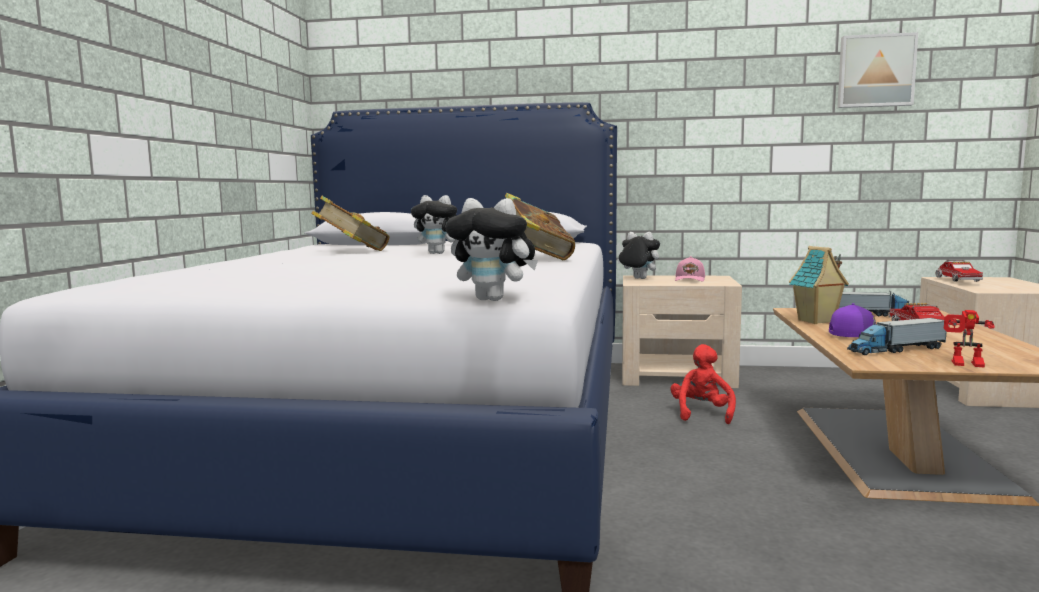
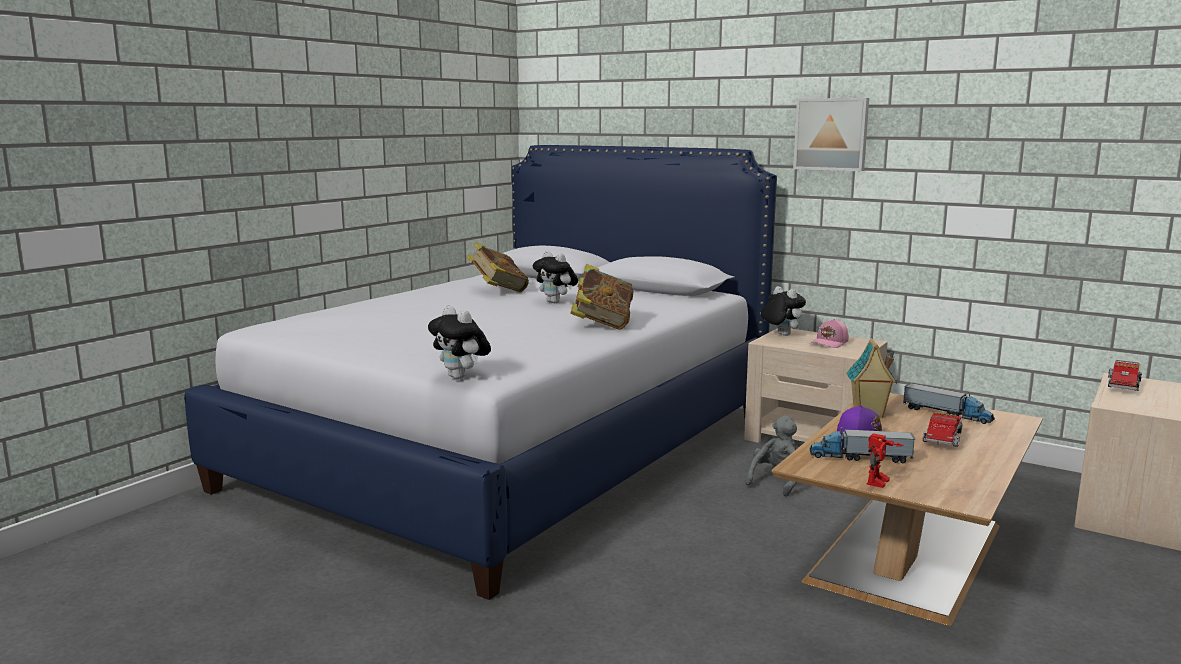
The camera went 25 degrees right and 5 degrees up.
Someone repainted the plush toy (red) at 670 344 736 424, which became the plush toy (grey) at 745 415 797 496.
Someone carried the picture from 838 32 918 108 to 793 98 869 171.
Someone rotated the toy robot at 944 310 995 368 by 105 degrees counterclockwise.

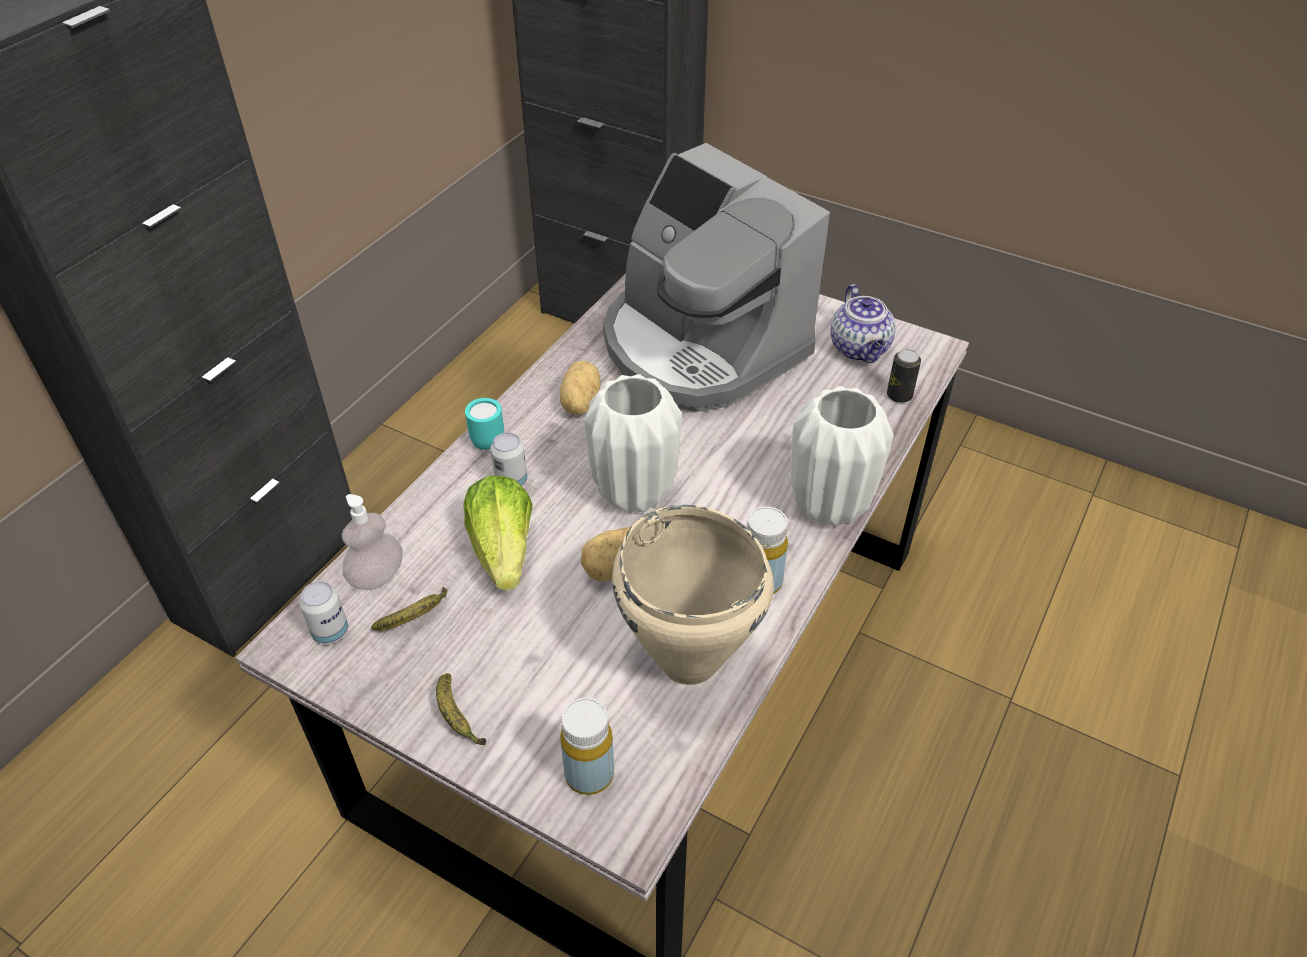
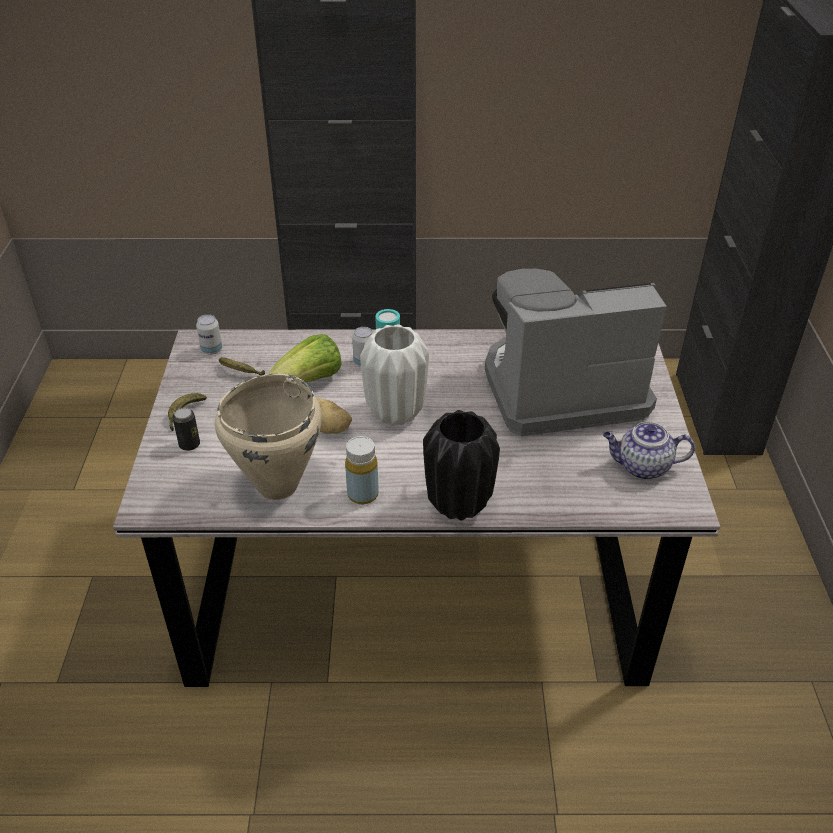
The camera went 60 degrees right and 5 degrees down.
Someone carried the can from 887 349 921 403 to 172 408 200 451.
Someone repainted the vase (white) at 791 386 894 527, which became the vase (black) at 423 410 500 521.
Someone rotated the coffee machine at 603 143 830 412 by 60 degrees clockwise.
Someone rotated the teapot at 830 284 896 363 by 45 degrees clockwise.
Someone took away the soap dispenser at 342 494 403 590.
Someone took away the potato at 560 361 600 415.
Someone took away the bottle (yellow) at 560 698 614 795.

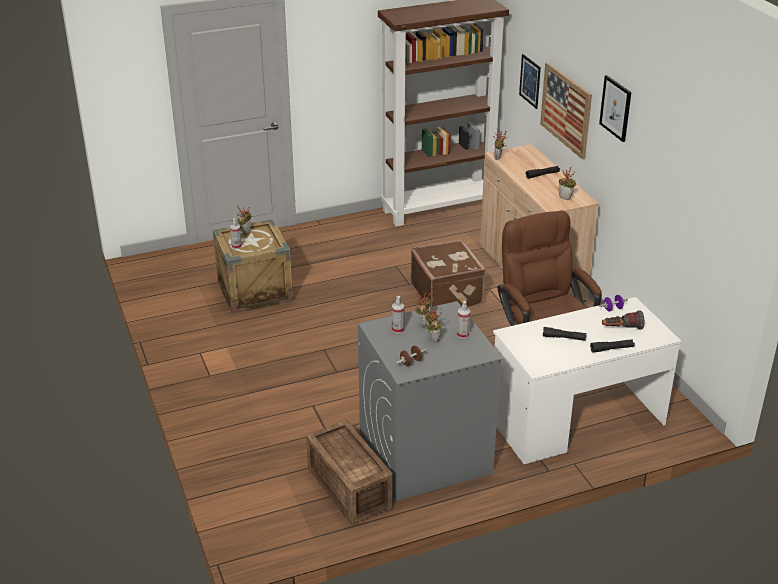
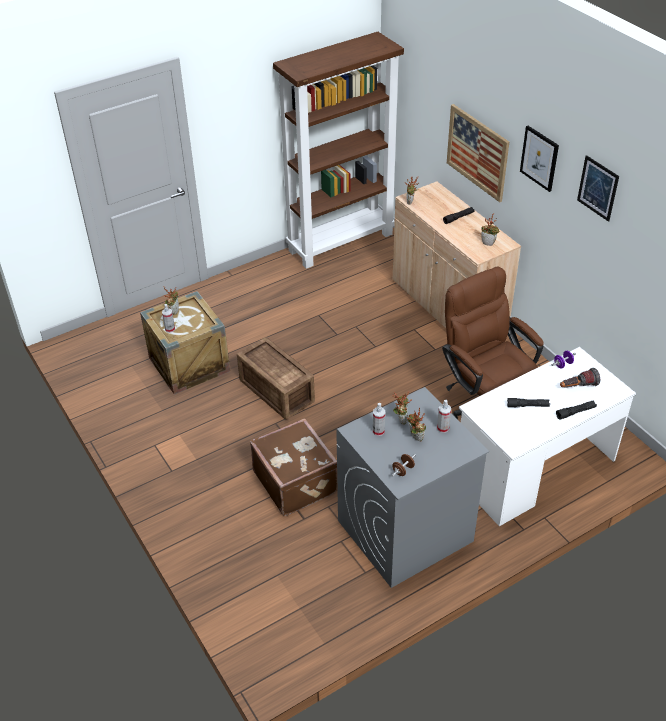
The camera went 10 degrees left and 10 degrees up.
Someone carried the crate from 306 420 393 525 to 237 337 315 420.
Someone carried the suitcase (brown) from 411 239 486 308 to 250 418 337 516.
Someone carried the picture from 519 54 541 109 to 577 155 619 222.

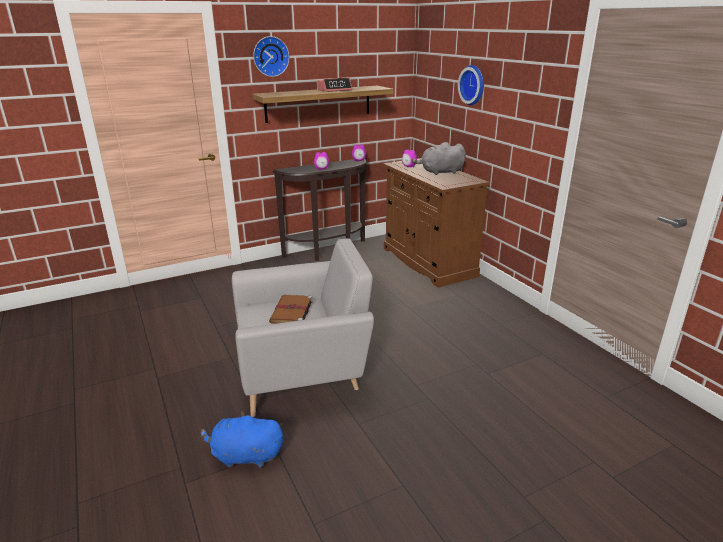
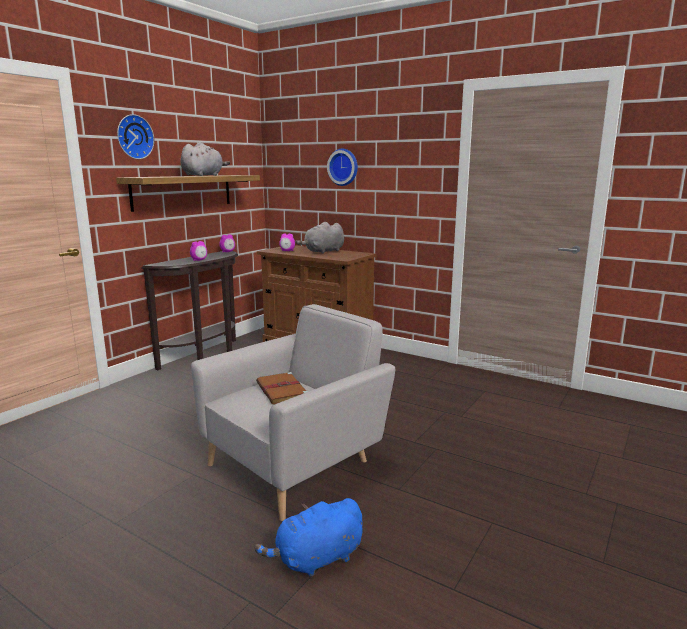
The camera went 30 degrees left and 10 degrees down.
Someone swapped the alarm clock at 317 78 352 92 for the plush toy (grey) at 180 142 230 176.

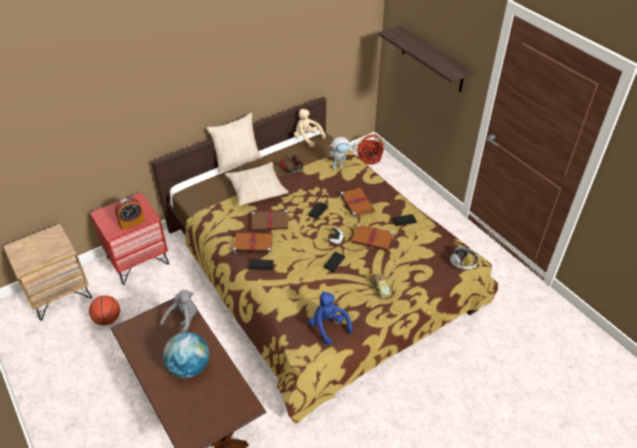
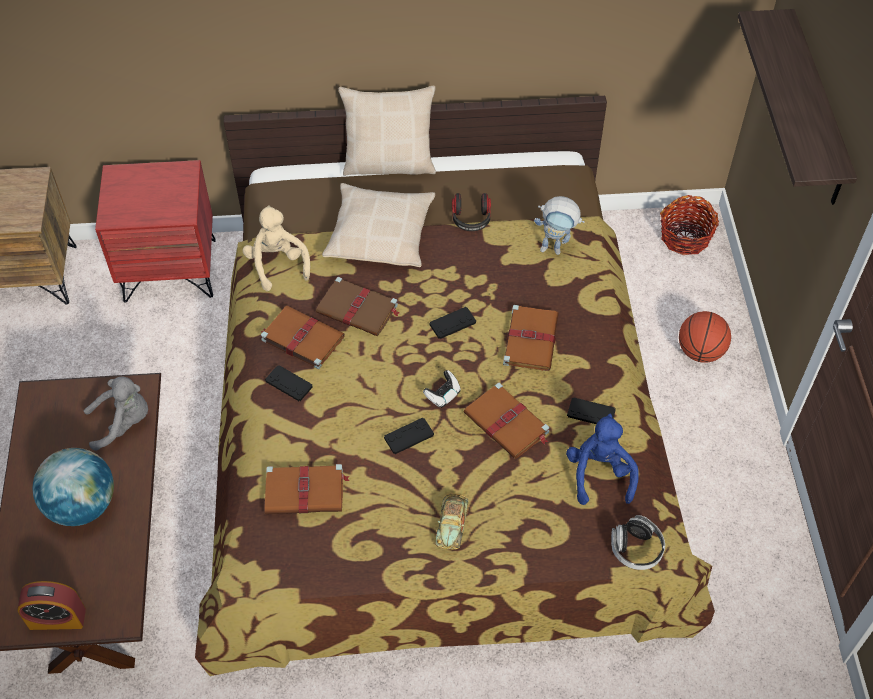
The camera went 30 degrees right and 10 degrees up.
Someone carried the alarm clock from 115 197 145 230 to 17 581 86 630.
Someone carried the plush toy (beige) from 294 109 326 147 to 243 205 310 291.
Someone put down the book (brown) at 264 464 350 514.
Someone carried the plush toy (blue) from 308 291 352 345 to 566 414 639 505.
Someone carried the basketball from 89 295 120 325 to 679 311 731 363.

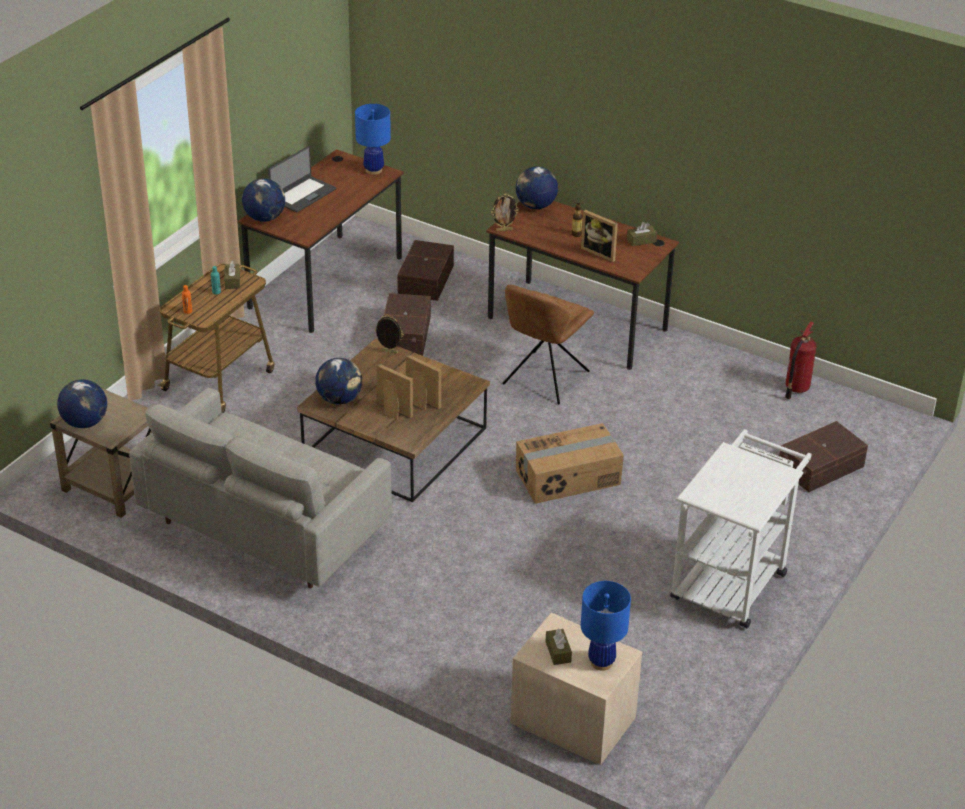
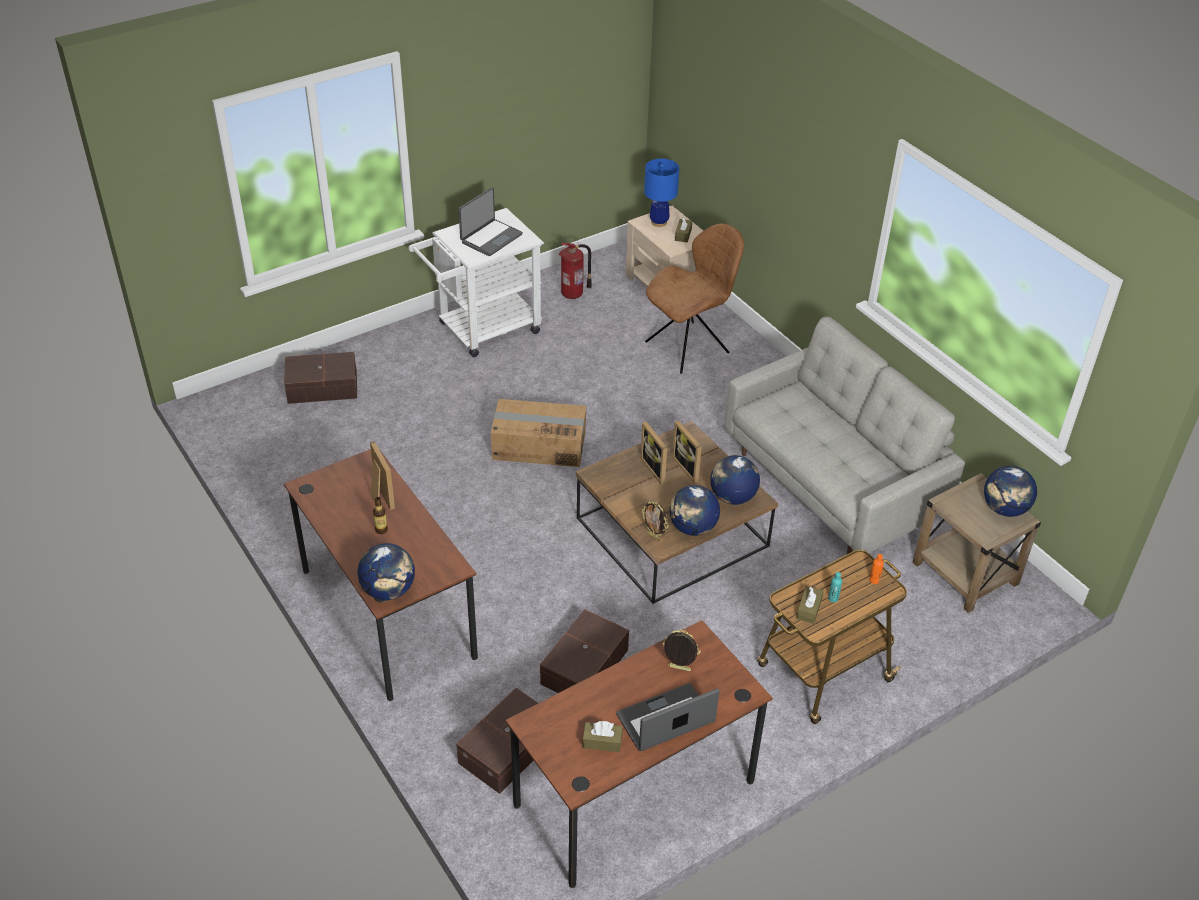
The camera went 155 degrees left and 5 degrees up.
Someone put down the laptop at 458 187 523 256.
Someone carried the fire extinguisher from 785 321 817 399 to 558 243 592 299.
Someone carried the tissue box (brown) from 627 222 657 246 to 583 721 623 752.
Someone carried the chair (brown) from 502 285 594 405 to 645 224 744 374.
Someone carried the picture frame from 491 194 519 231 to 662 629 701 671.
Someone carried the globe from 242 178 285 222 to 669 485 720 536.
Someone took away the table lamp (blue) at 355 104 391 175.

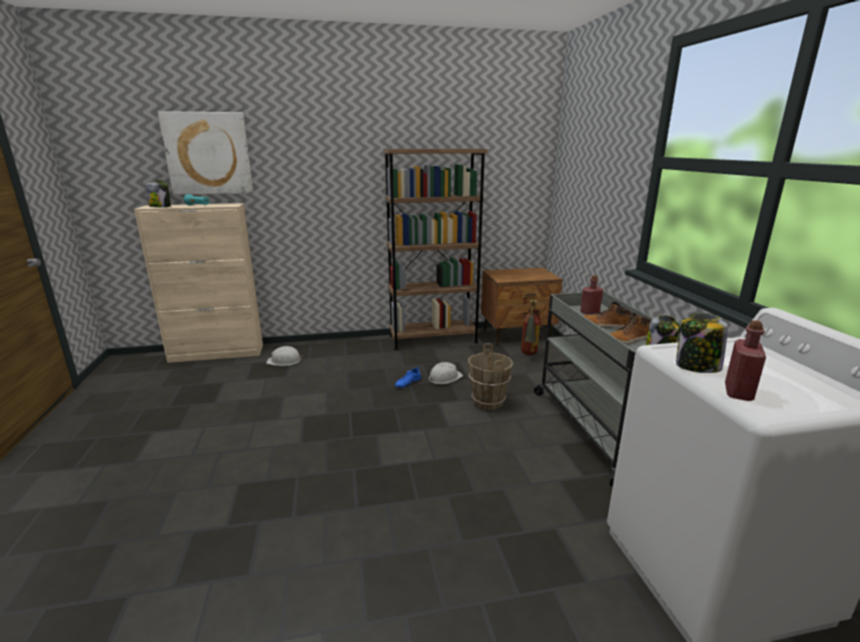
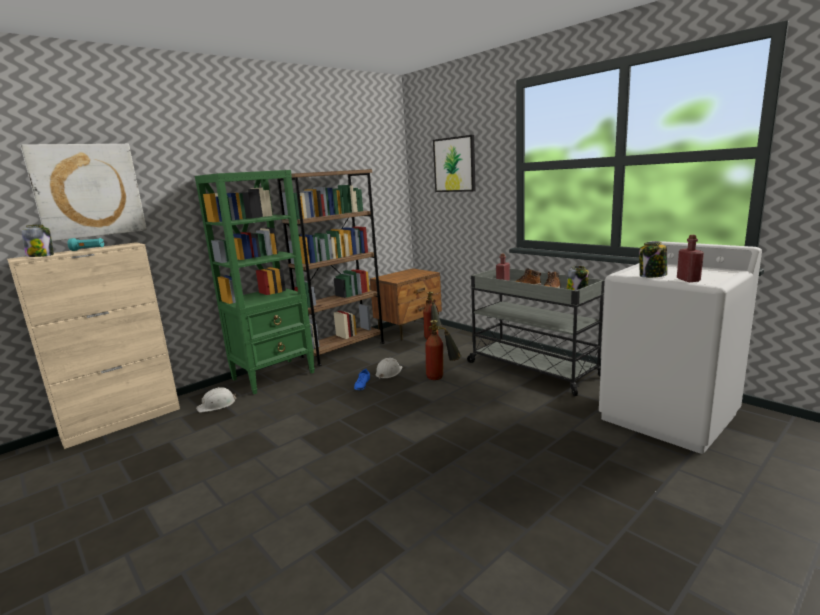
The camera went 30 degrees left and 5 degrees down.
Someone put down the bookcase (green) at 195 170 315 394.
Someone swapped the bucket (brown) at 468 343 513 410 for the fire extinguisher at 425 320 462 380.
Someone put up the picture at 433 135 476 192.

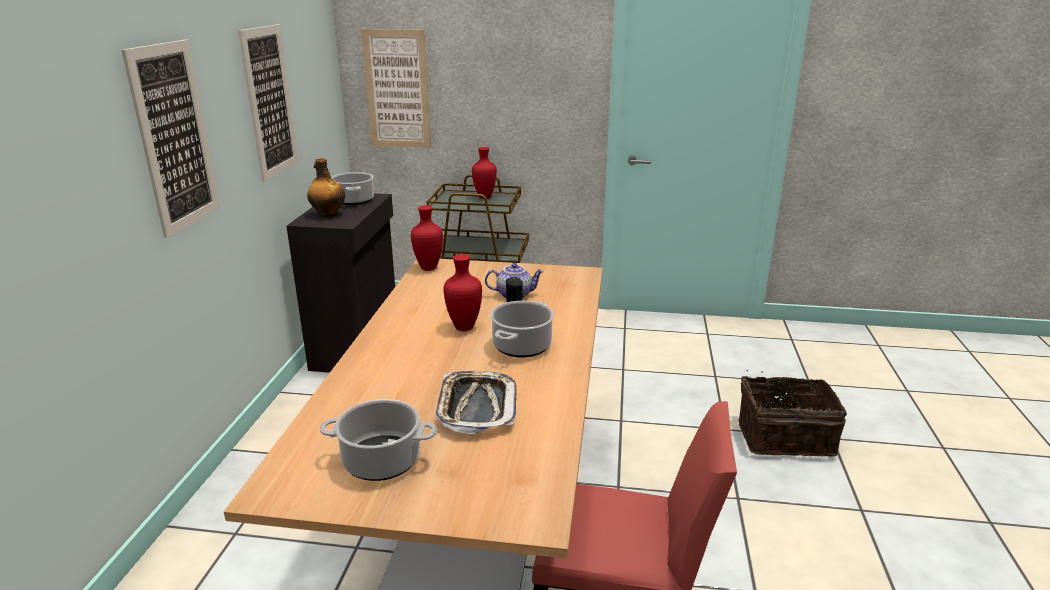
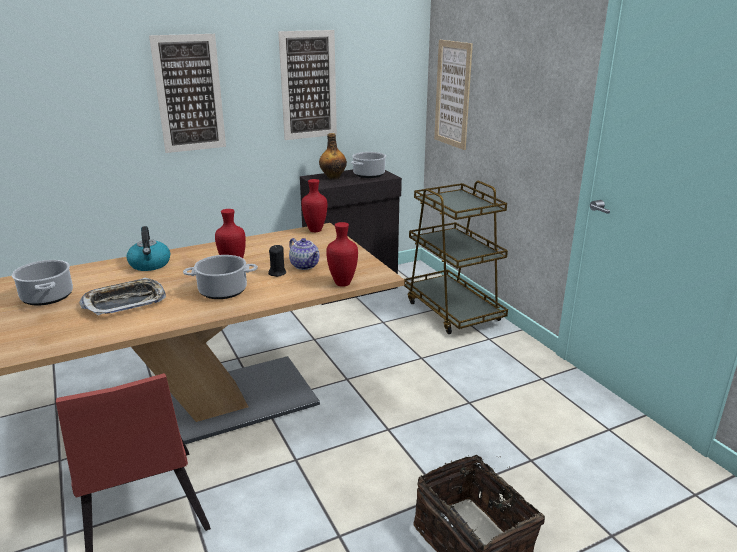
The camera went 55 degrees right and 0 degrees up.
Someone put down the kettle at 126 226 170 271.
Someone carried the vase (red) from 472 147 497 199 to 326 222 358 287.

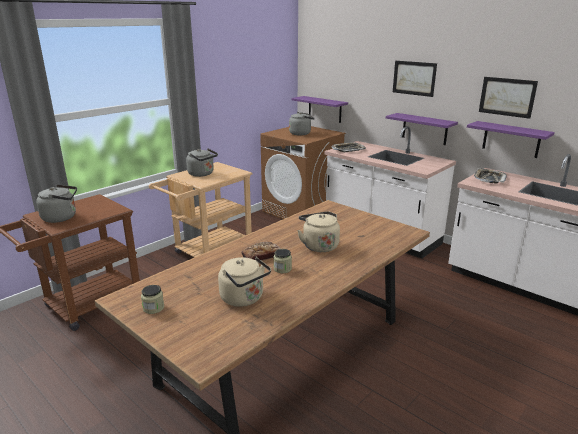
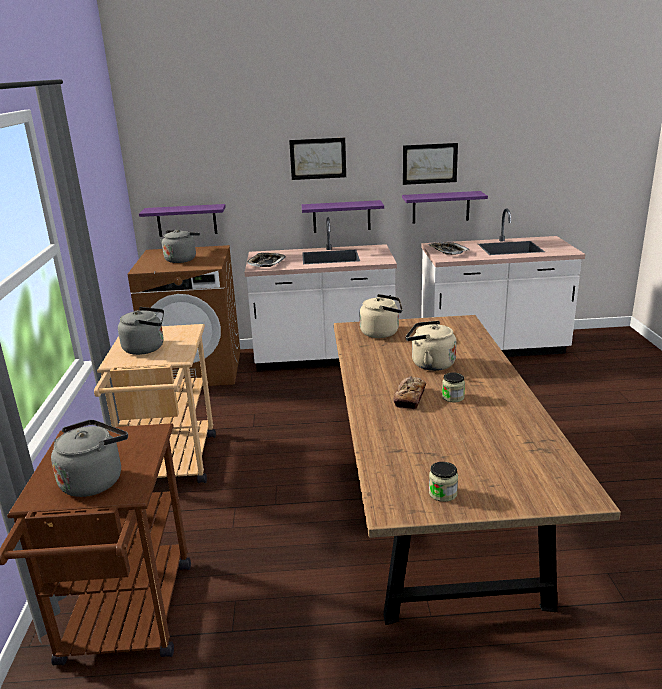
The camera went 45 degrees left and 0 degrees up.
Someone carried the kettle (beige) from 218 256 271 307 to 360 294 403 338.

